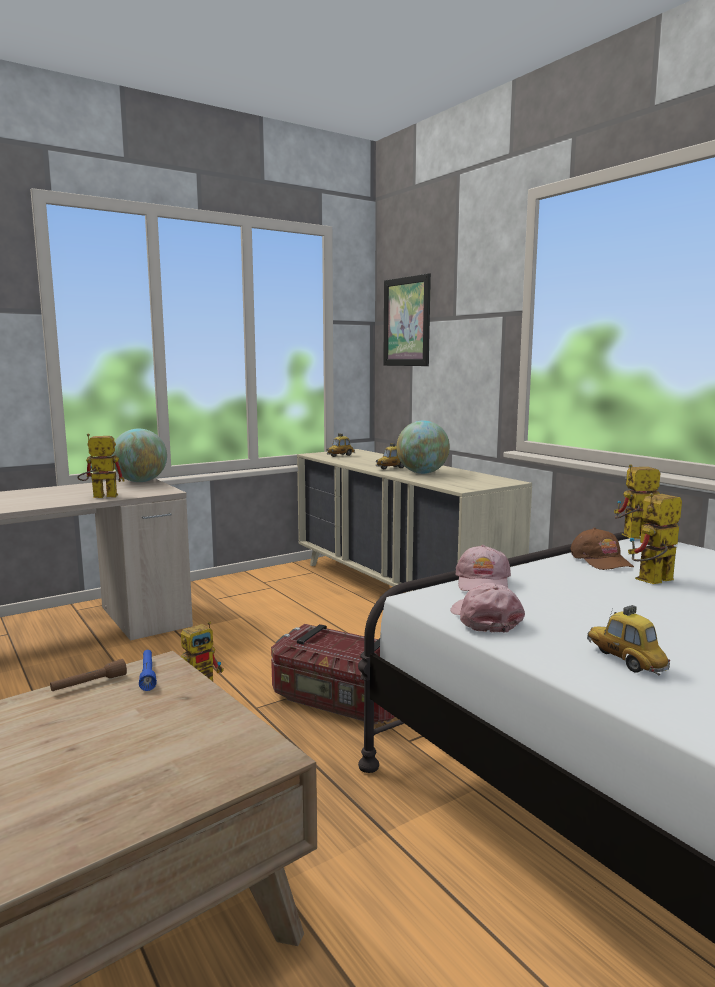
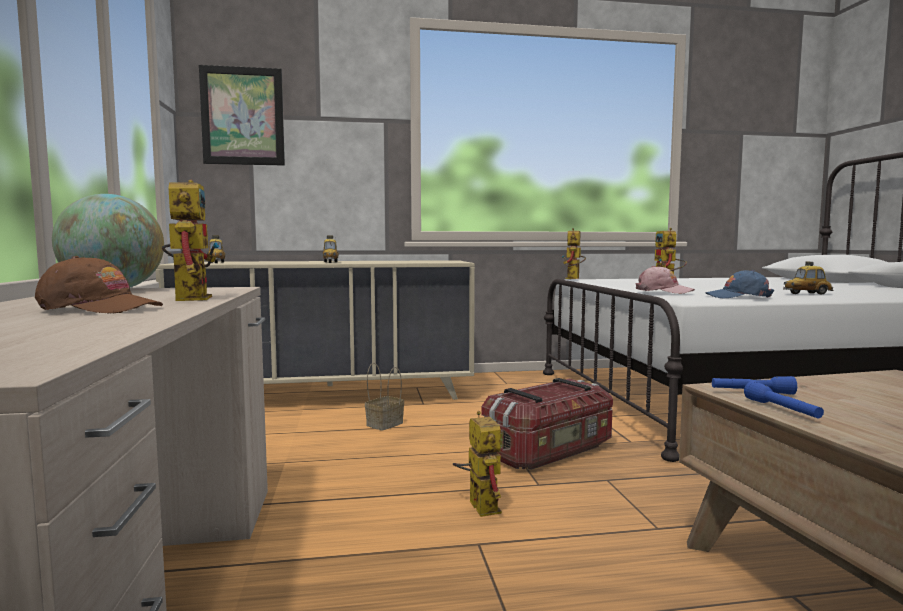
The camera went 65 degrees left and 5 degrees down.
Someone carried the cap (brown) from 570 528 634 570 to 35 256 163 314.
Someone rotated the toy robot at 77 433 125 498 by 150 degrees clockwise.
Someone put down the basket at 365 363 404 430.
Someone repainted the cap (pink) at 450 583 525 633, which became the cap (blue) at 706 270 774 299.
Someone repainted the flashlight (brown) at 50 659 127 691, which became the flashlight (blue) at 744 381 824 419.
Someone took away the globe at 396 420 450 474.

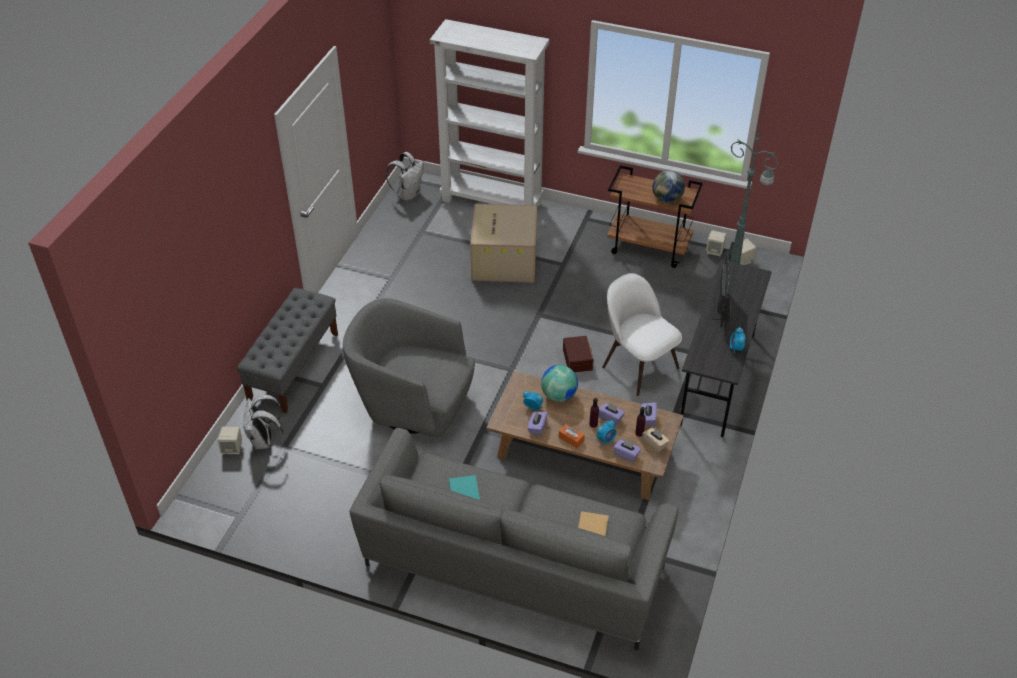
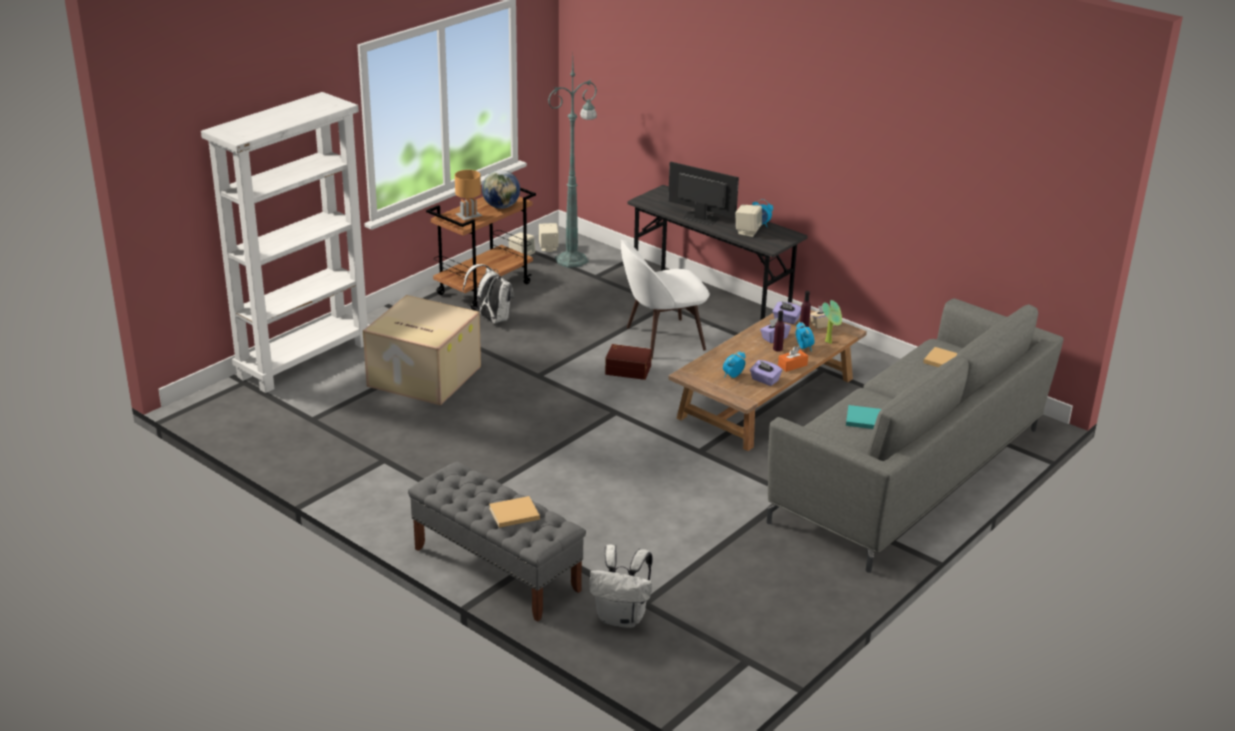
The camera went 70 degrees left and 15 degrees down.
Someone put down the table lamp (brown) at 455 170 482 222.
Someone carried the backpack (white) from 386 152 424 201 to 463 264 514 324.
Someone put down the book (beige) at 489 496 540 528.
Someone carried the speaker (beige) from 218 427 242 454 to 736 205 762 237.
Someone swapped the tissue box (purple) at 613 439 641 462 for the potted plant at 822 300 842 344.
Someone took away the armchair (grey) at 343 298 475 437.
Someone took away the globe at 541 365 578 402.

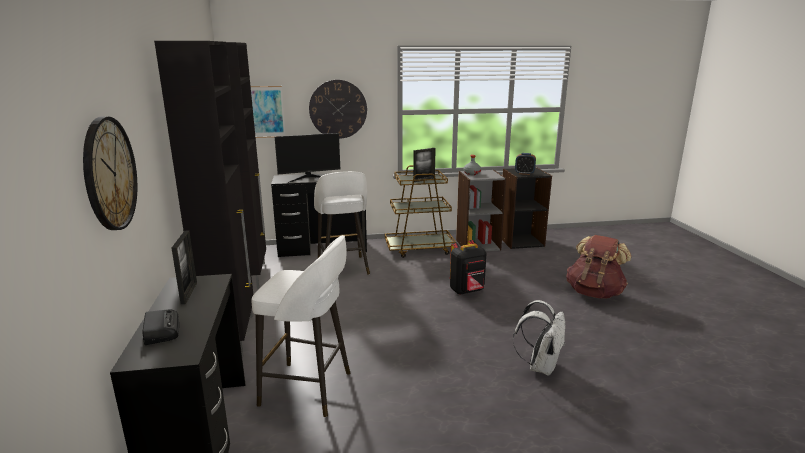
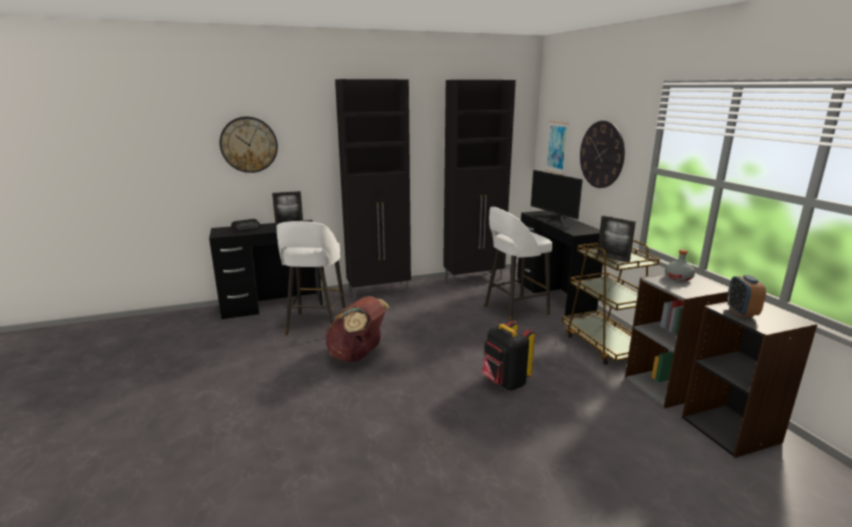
The camera went 80 degrees right and 0 degrees up.
Someone carried the backpack (brown) from 566 235 632 299 to 325 296 389 362.
Someone took away the backpack (white) at 513 300 565 376.

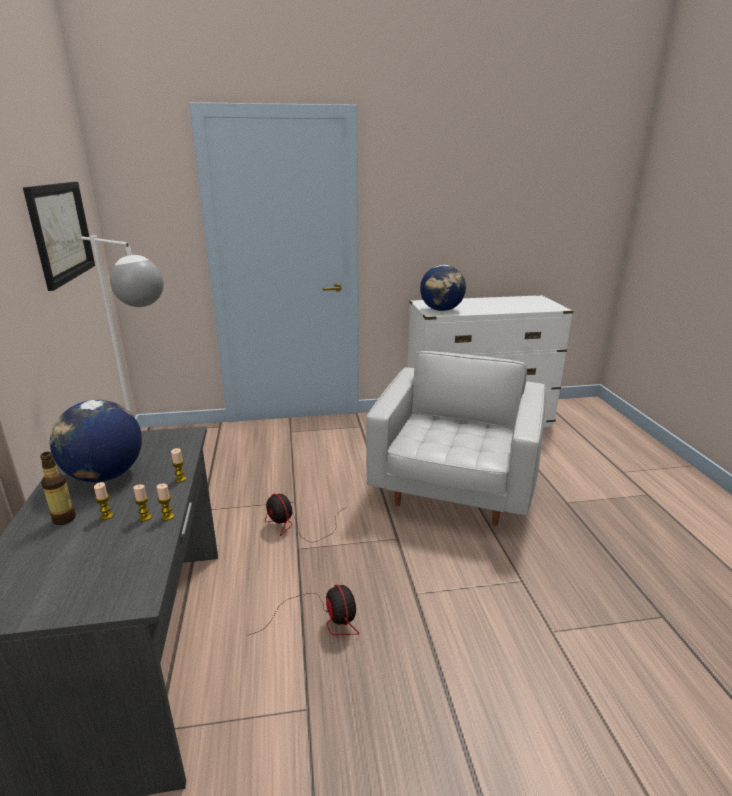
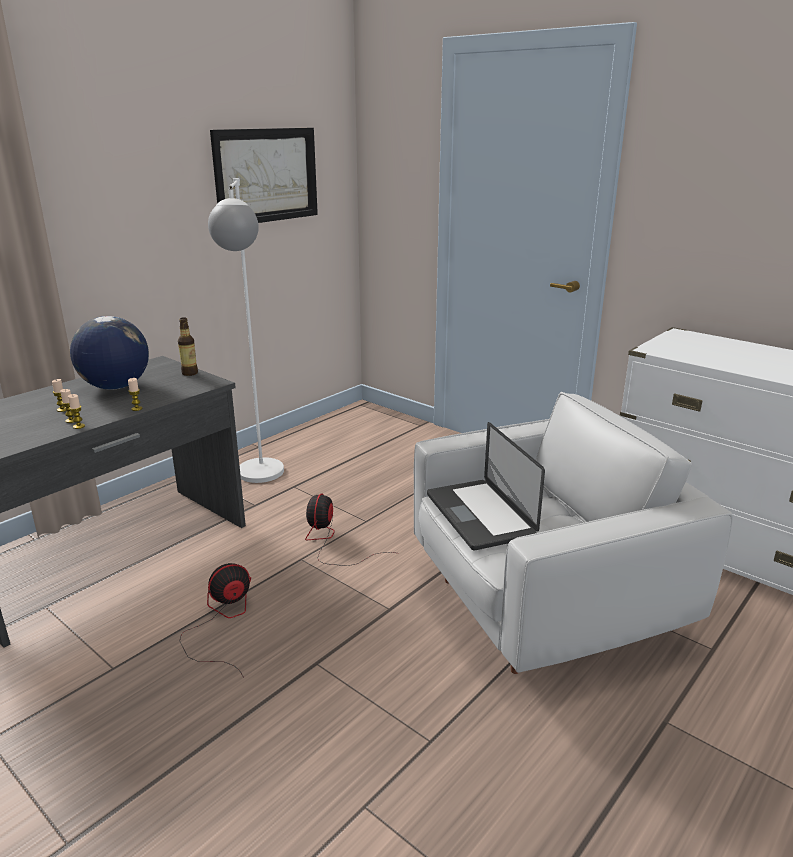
The camera went 50 degrees right and 0 degrees up.
Someone carried the bottle from 40 452 75 525 to 178 317 198 376.
Someone rotated the fan at 249 585 359 635 by 150 degrees counterclockwise.
Someone put down the laptop at 427 422 545 550.
Someone took away the globe at 420 265 466 311.

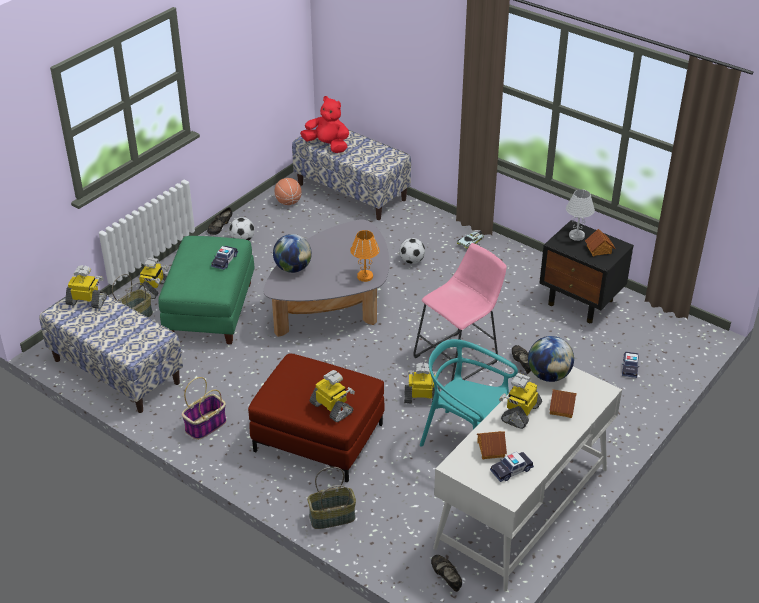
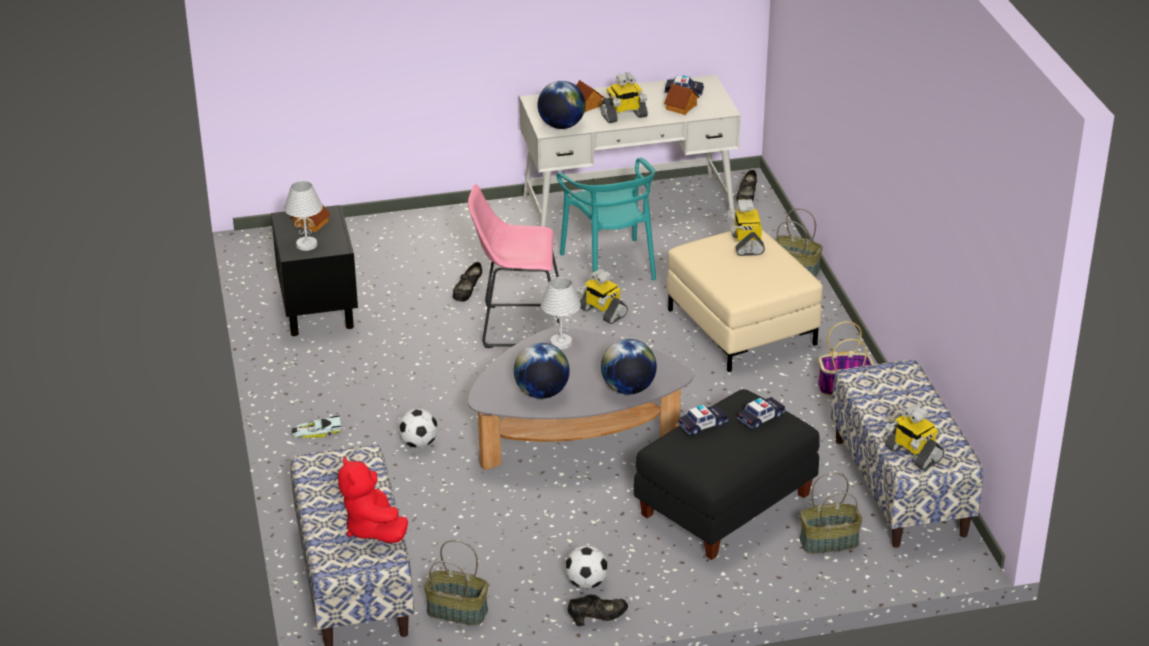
The camera went 140 degrees left and 5 degrees down.
Someone swapped the basketball at 275 178 302 205 for the basket at 424 540 488 625.
Someone put down the globe at 514 343 570 399.
Someone repainted the table lamp (orange) at 350 230 380 282, which became the table lamp (white) at 541 277 581 349.
Someone repainted the ottoman (green) at 158 236 255 344, which became the ottoman (black) at 634 389 820 560.
Someone repainted the ottoman (red) at 248 353 385 483, which became the ottoman (beige) at 667 230 823 372.
Someone carried the toy car from 622 351 639 378 to 737 397 786 429.
Someone took away the toy robot at 138 257 169 299.

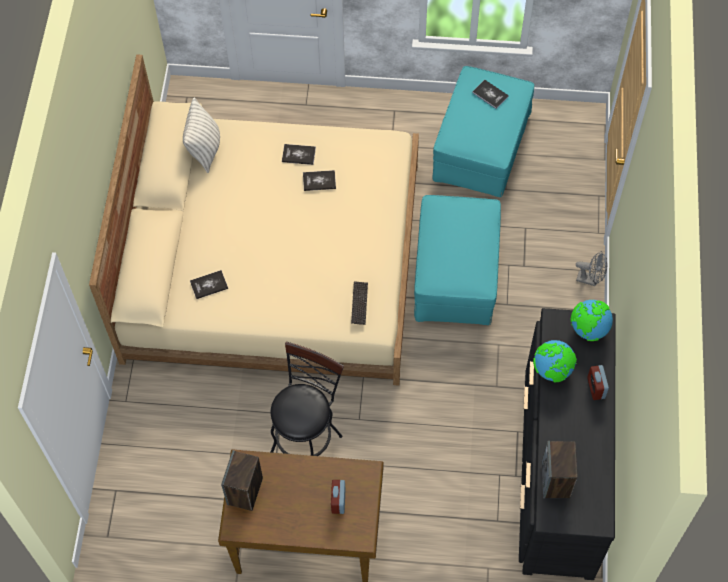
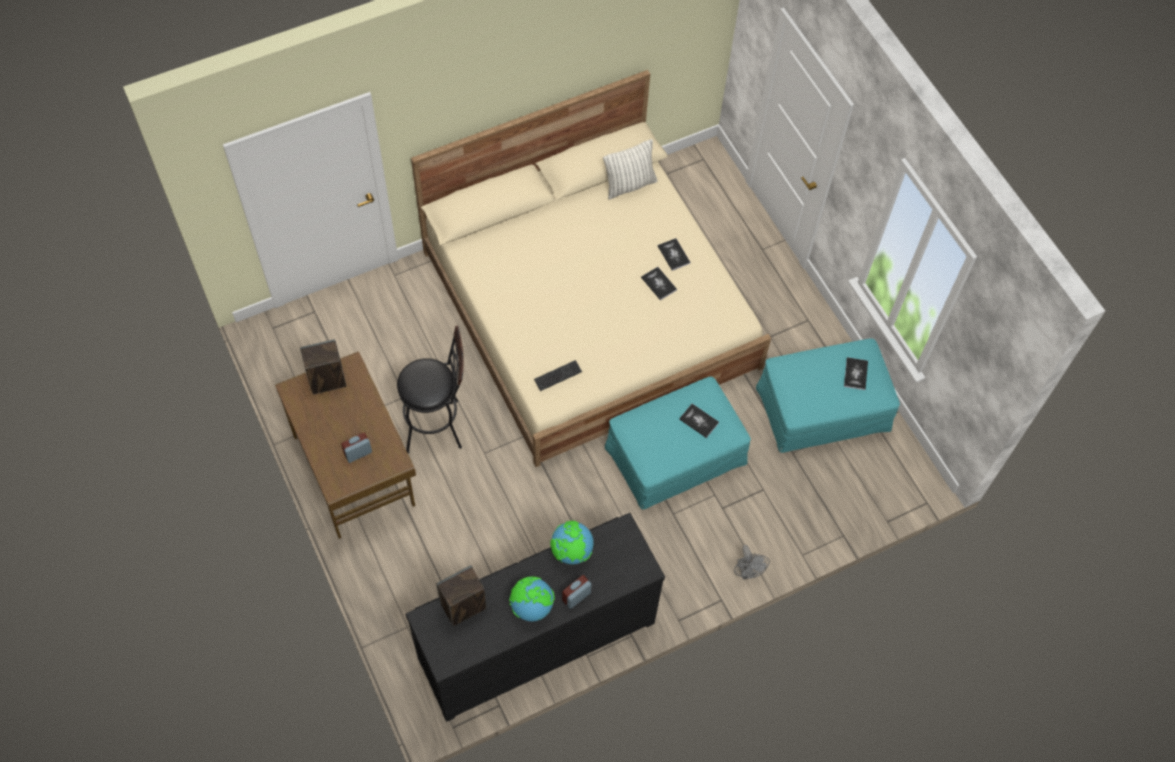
The camera went 55 degrees right and 0 degrees up.
Someone carried the globe from 571 300 613 341 to 509 577 555 621.
Someone carried the book from 190 270 228 299 to 679 404 719 438.

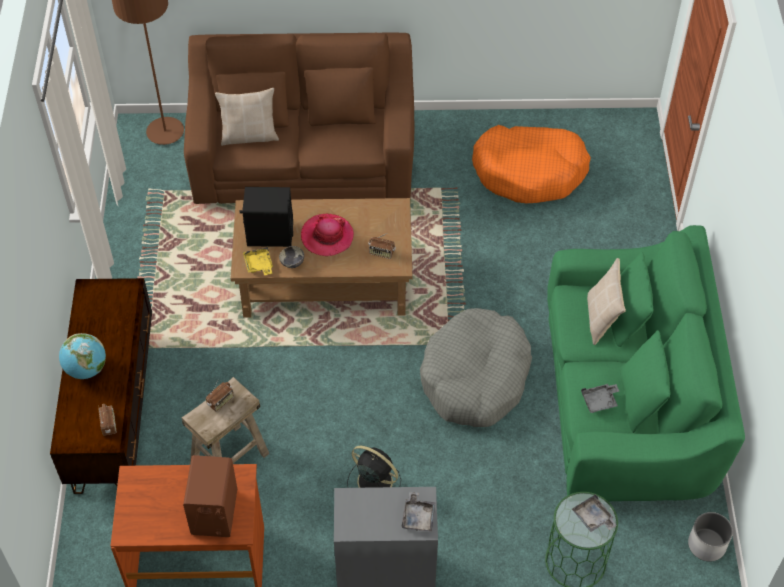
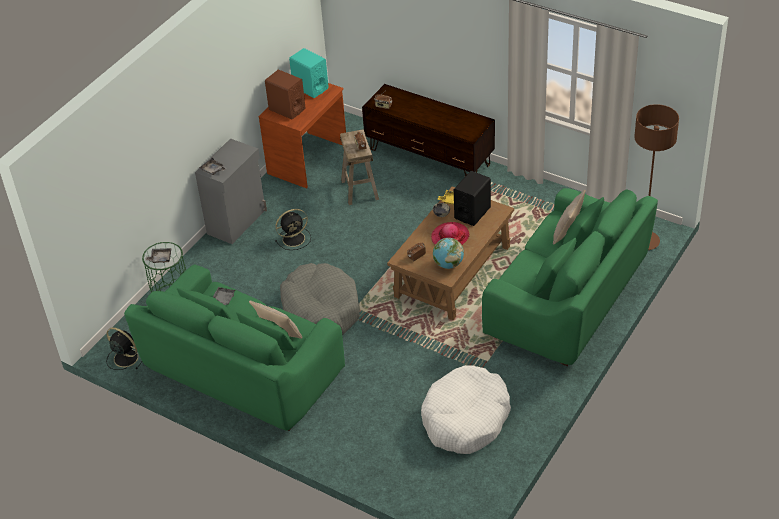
The camera went 125 degrees right and 10 degrees down.
Someone swapped the planter (white) at 688 512 733 562 for the fan (black) at 106 327 142 370.
Someone put down the speaker (turquoise) at 289 48 329 98.
Someone repainted the dog bed (orange) at 472 125 591 203, which became the dog bed (white) at 421 365 511 454.
Someone carried the globe from 59 333 106 379 to 433 238 464 269.
Someone repainted the sofa (brown) at 184 33 415 204, which became the sofa (green) at 482 188 658 366.

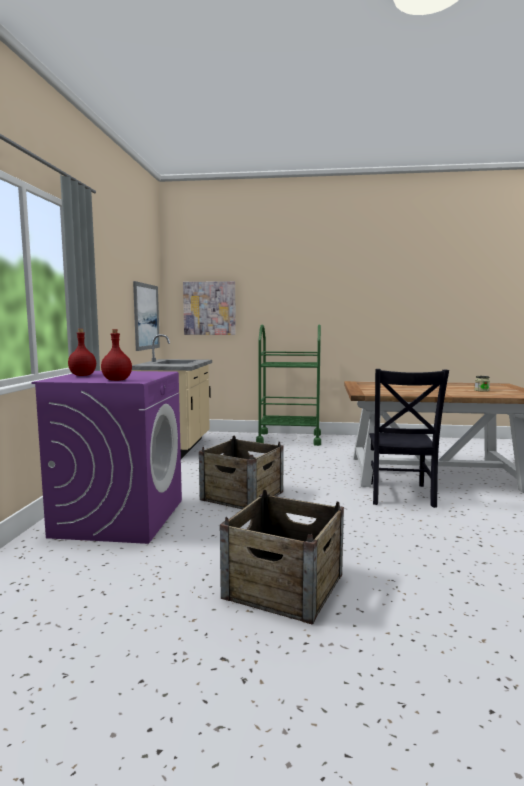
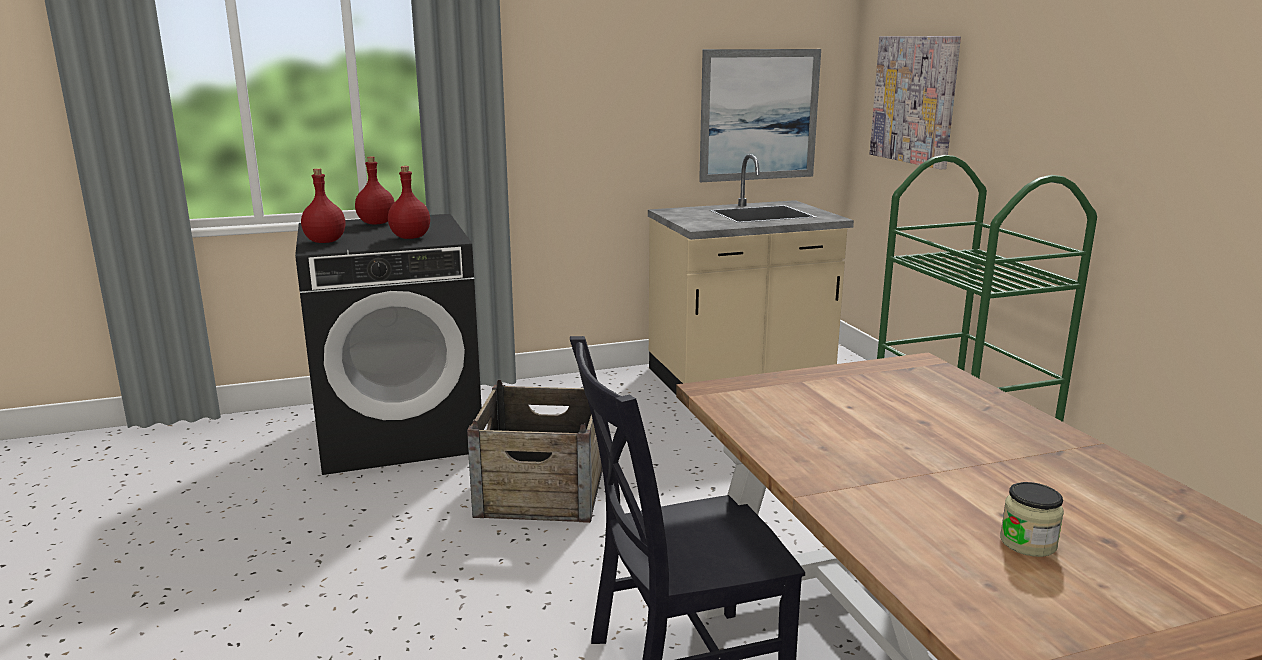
The camera went 65 degrees right and 10 degrees up.
Someone repainted the washing machine (purple) at 31 371 182 544, which became the washing machine (black) at 295 214 482 475.
Someone put down the bottle (red) at 388 166 430 239.
Someone took away the crate at 220 490 344 625.

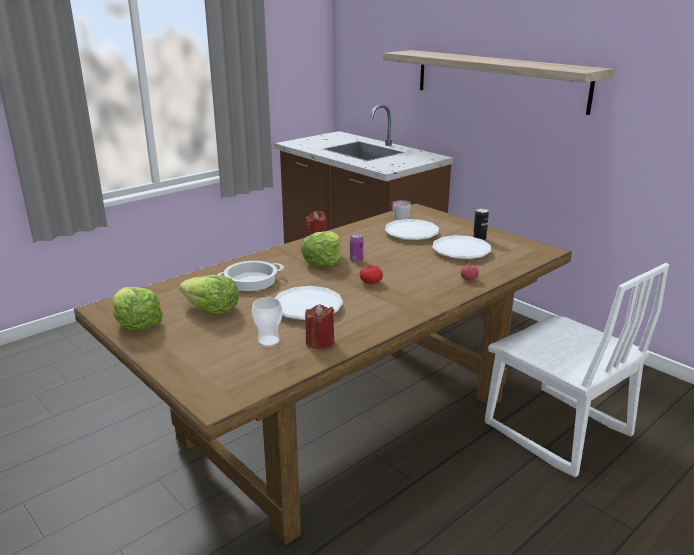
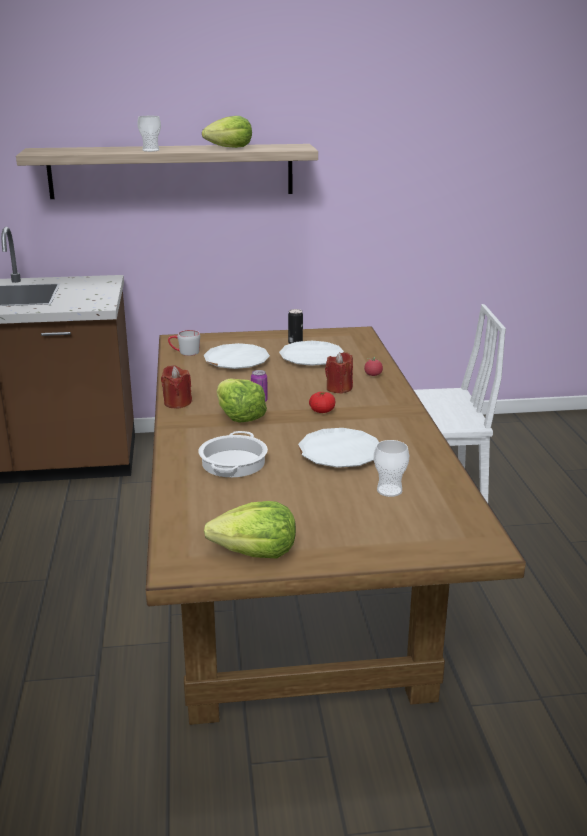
The camera went 55 degrees left and 0 degrees up.
Someone put down the cup at 137 116 161 152.
Someone carried the lettuce from 179 275 239 315 to 202 116 252 148.
Someone carried the candle (red) from 305 304 334 349 to 325 352 353 394.

